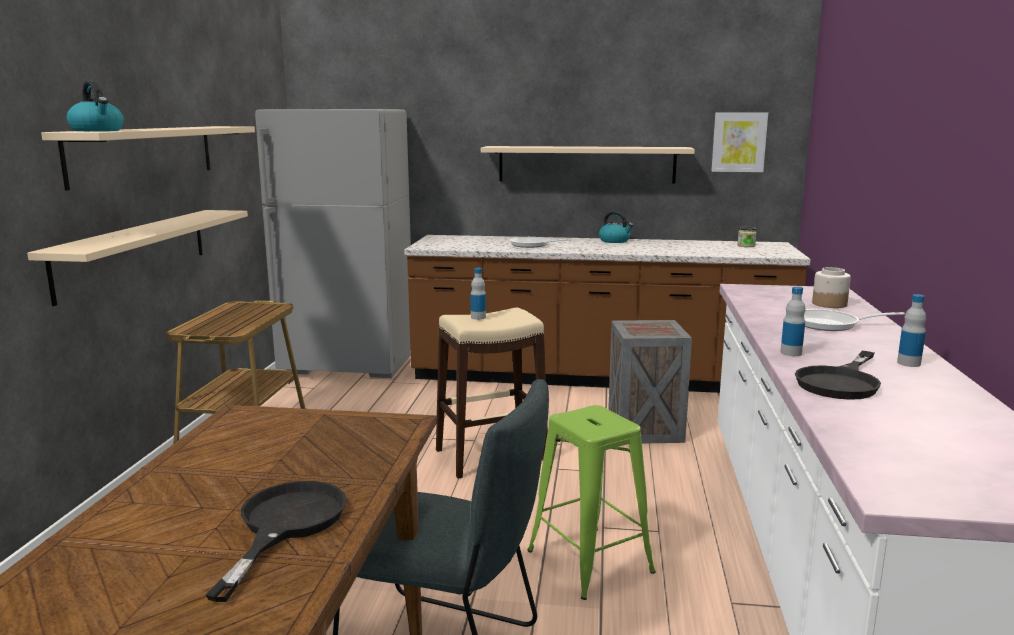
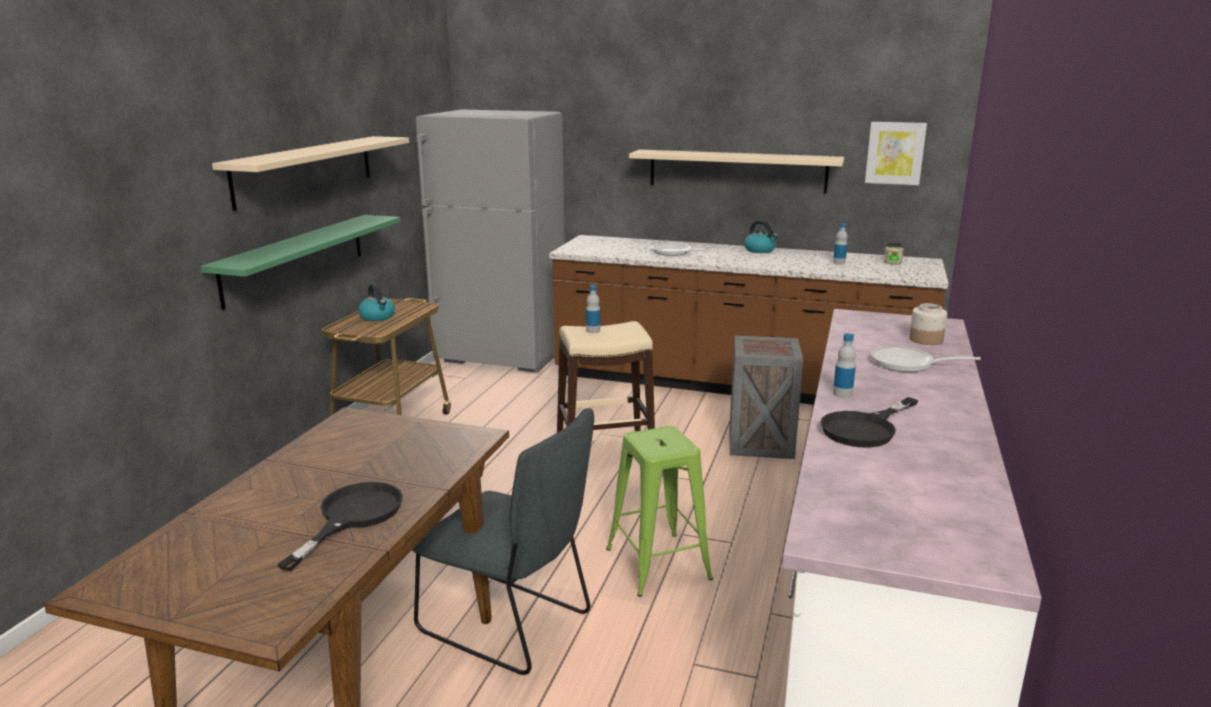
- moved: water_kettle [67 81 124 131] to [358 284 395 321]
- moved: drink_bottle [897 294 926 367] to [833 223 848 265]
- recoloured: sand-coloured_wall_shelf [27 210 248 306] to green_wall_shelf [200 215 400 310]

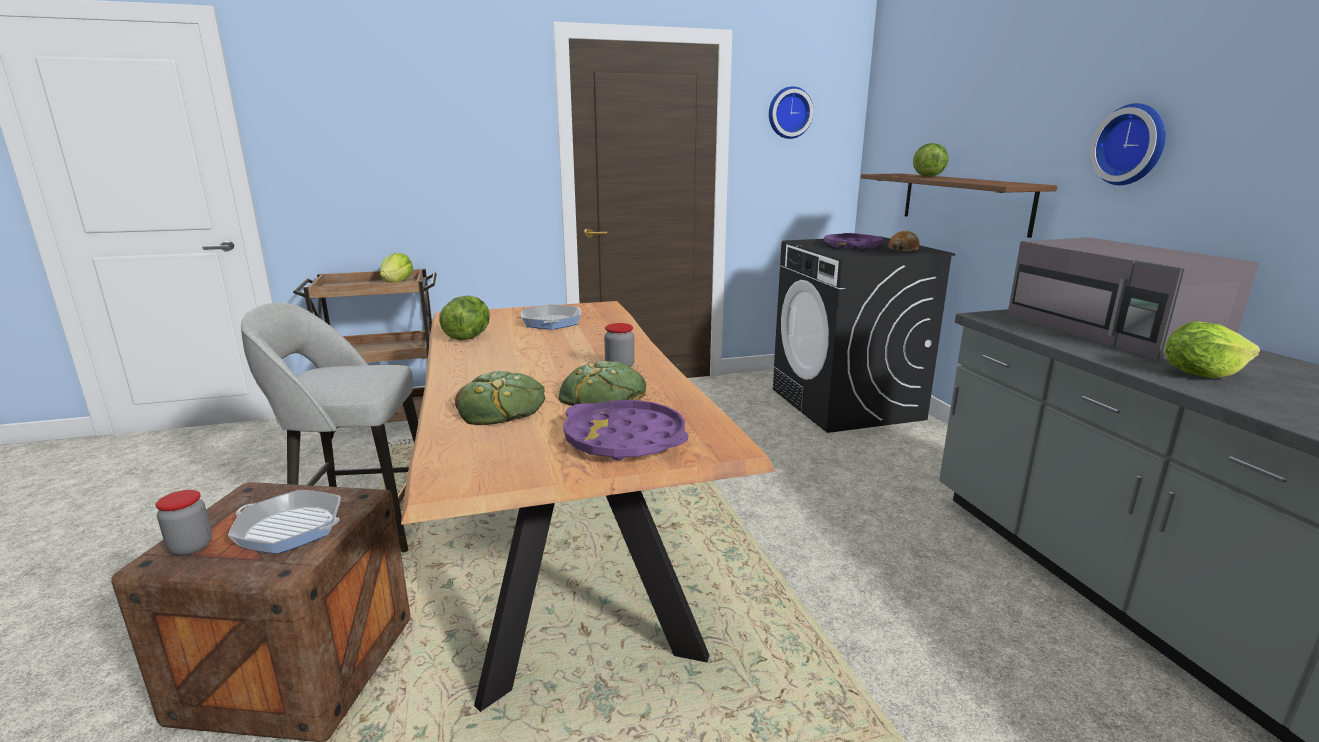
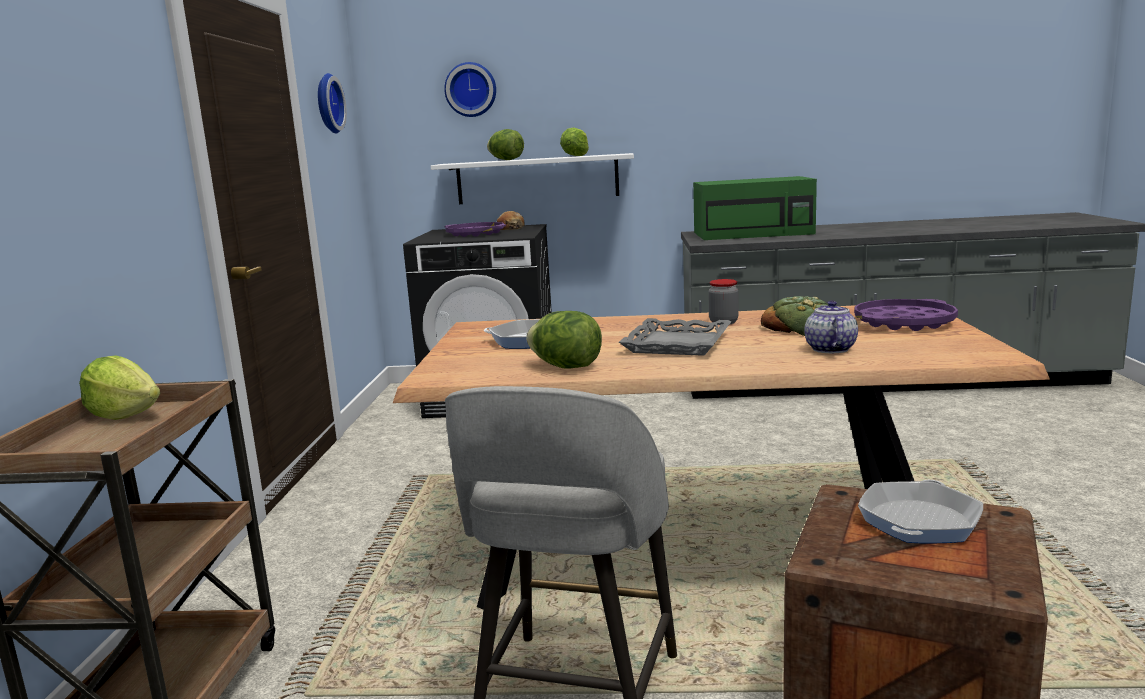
- removed: preserve_jar [155 490 212 556]
- added: grey_carrying_tray [619 318 731 356]
- moved: clock_on_the_wall [1090 103 1166 185] to [444 62 496 117]
- moved: head_of_lettuce [1165 321 1260 379] to [560 127 589 156]
- replaced: baked_bread [455 371 545 425] to pot_for_tea [804 300 858 353]
- recoloured: brownish_wall_shelf [861 173 1057 238] to white_wall_shelf [431 153 634 204]
- recoloured: grey_kitchen_microwave [1007 237 1259 360] to green_kitchen_microwave [693 176 817 240]

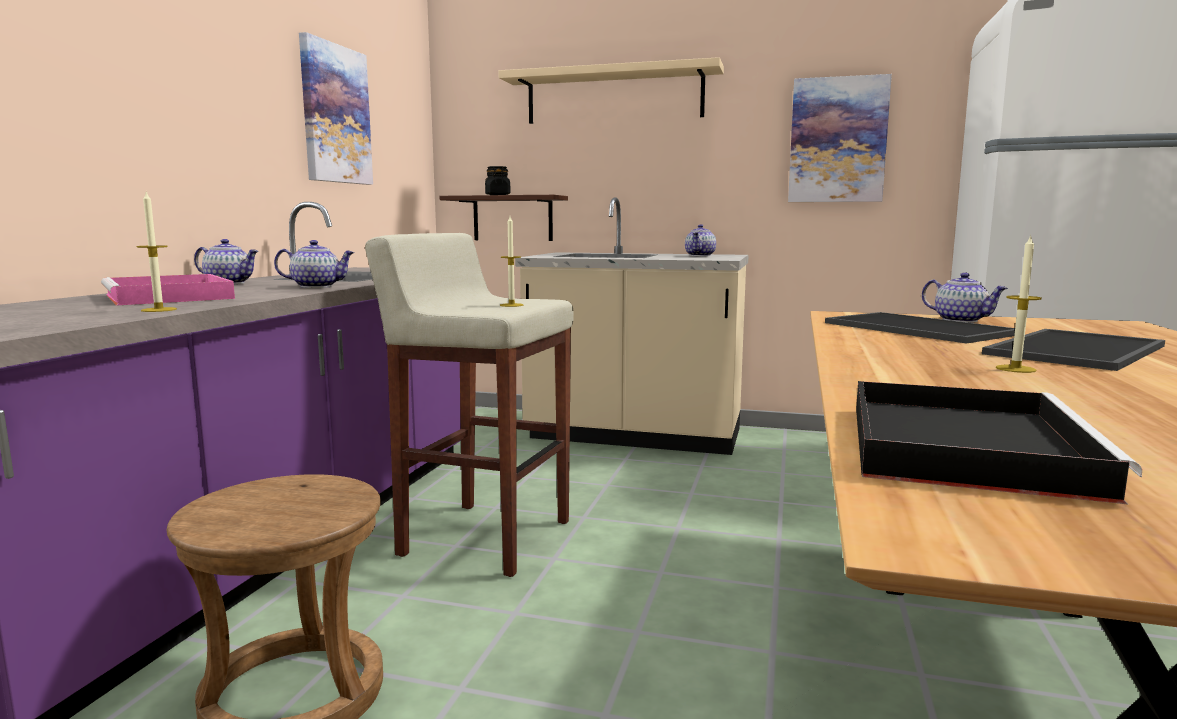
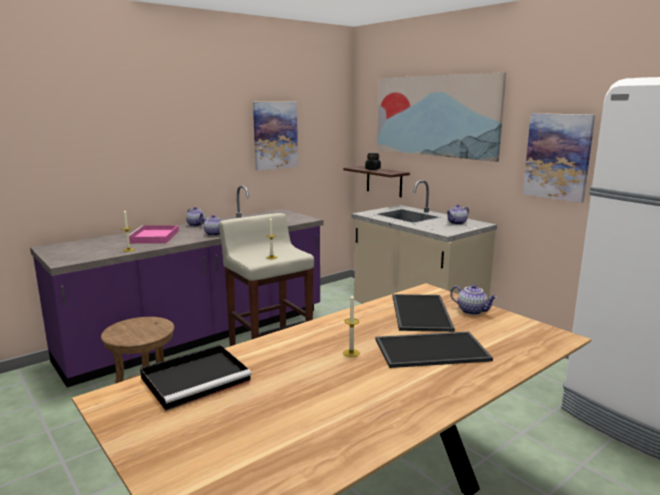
- replaced: sand-coloured_wall_shelf [498 57 724 124] to wall_picture [377 72 506 162]
- turned: pot_for_tea [922 273 1008 323] = [450 284 497 315] 45 degrees counterclockwise

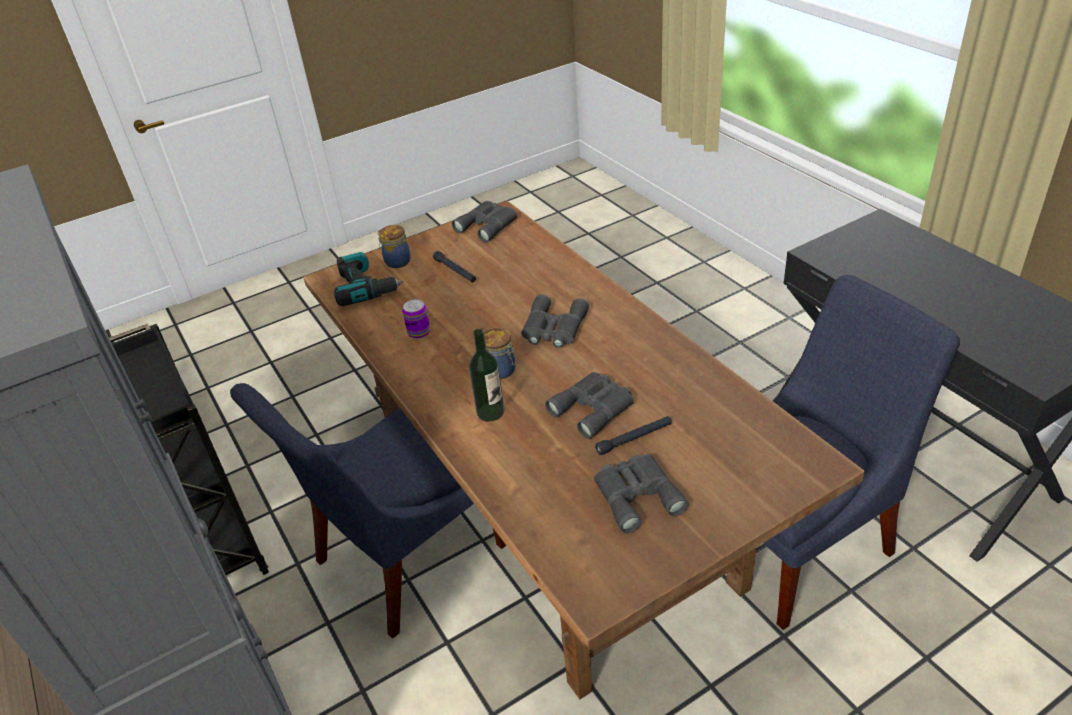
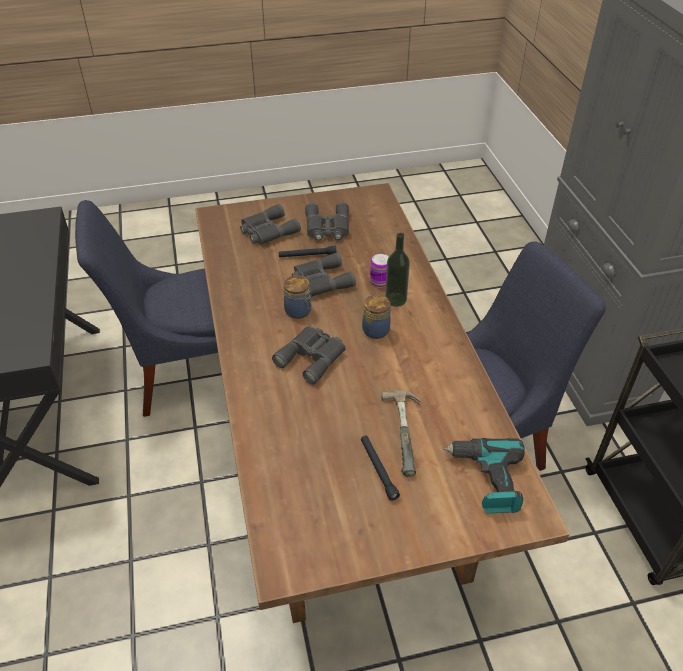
- added: hand_hammer [381 391 420 477]
- moved: preserve_jar [377 225 410 268] to [284 276 312 319]
- moved: sealed_can [402 299 430 339] to [370 254 389 287]
- moved: grey_pair_of_binoculars [452 201 517 243] to [240 204 301 245]

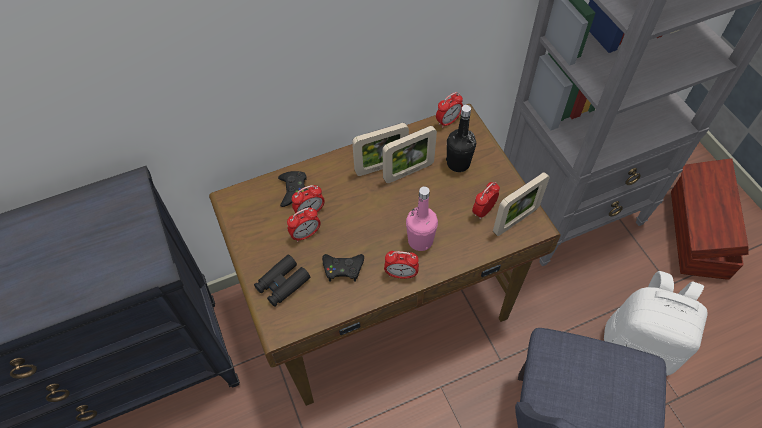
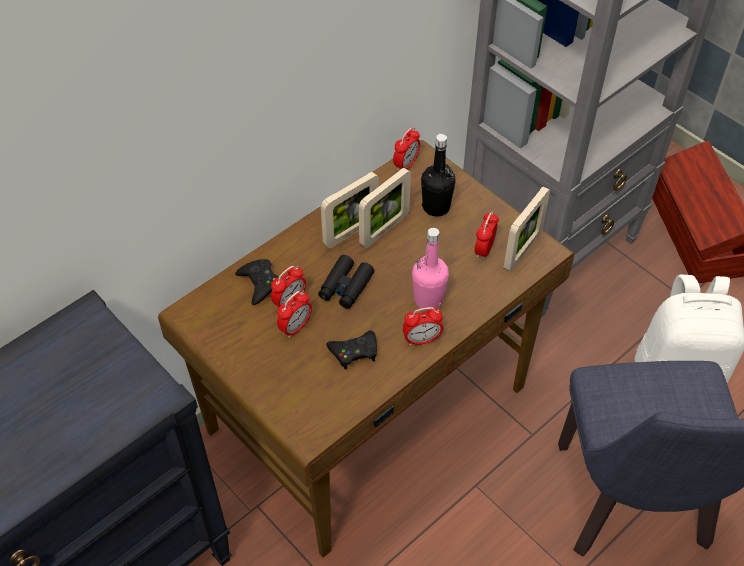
- moved: blackish_pair_of_binoculars [254 255 310 307] to [318 255 374 309]

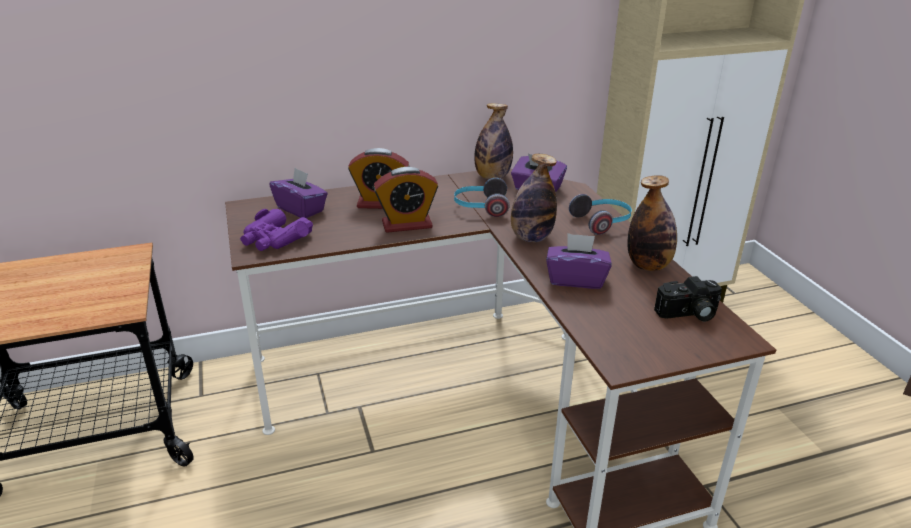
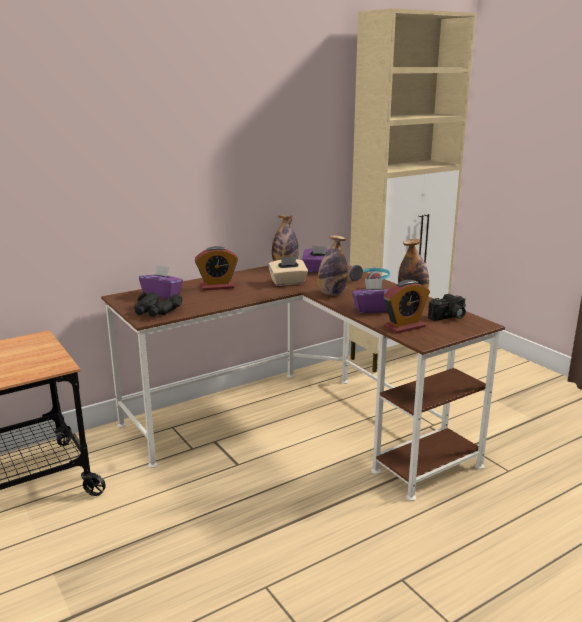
- moved: alarm_clock [373 167 438 233] to [384 280 430 334]
- replaced: pair_of_headphones [454 178 510 217] to sand-coloured_box_of_tissues [268 256 308 286]
- recoloured: purple-coloured_pair_of_binoculars [240 209 313 251] to blackish_pair_of_binoculars [134 292 183 317]

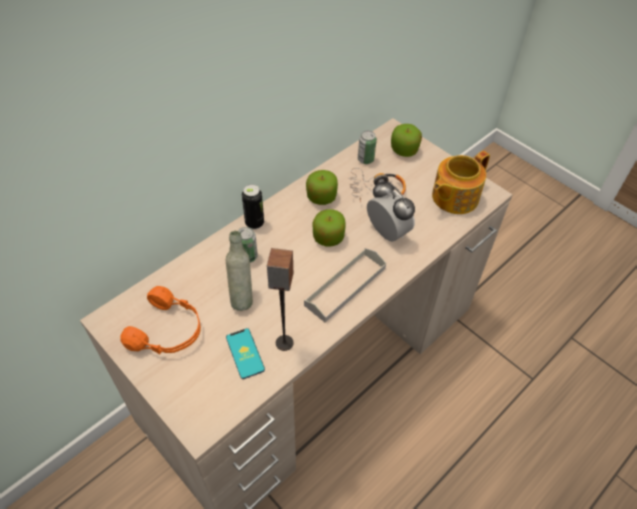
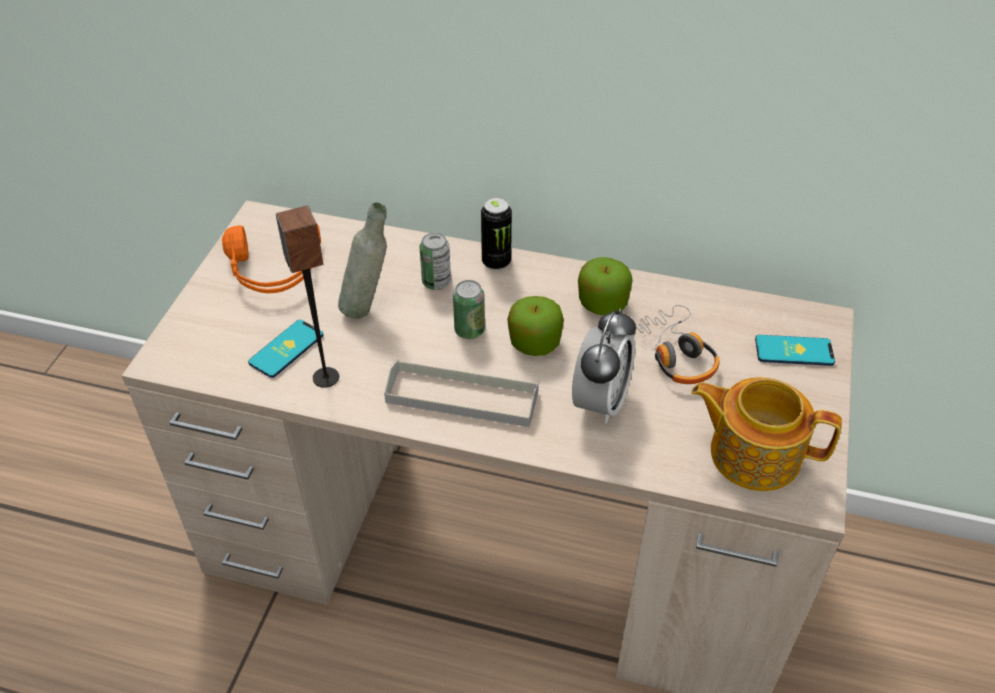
- moved: sealed_can [358 131 377 164] to [453 280 485 339]
- replaced: apple [391 124 422 157] to telephone [755 335 835 366]

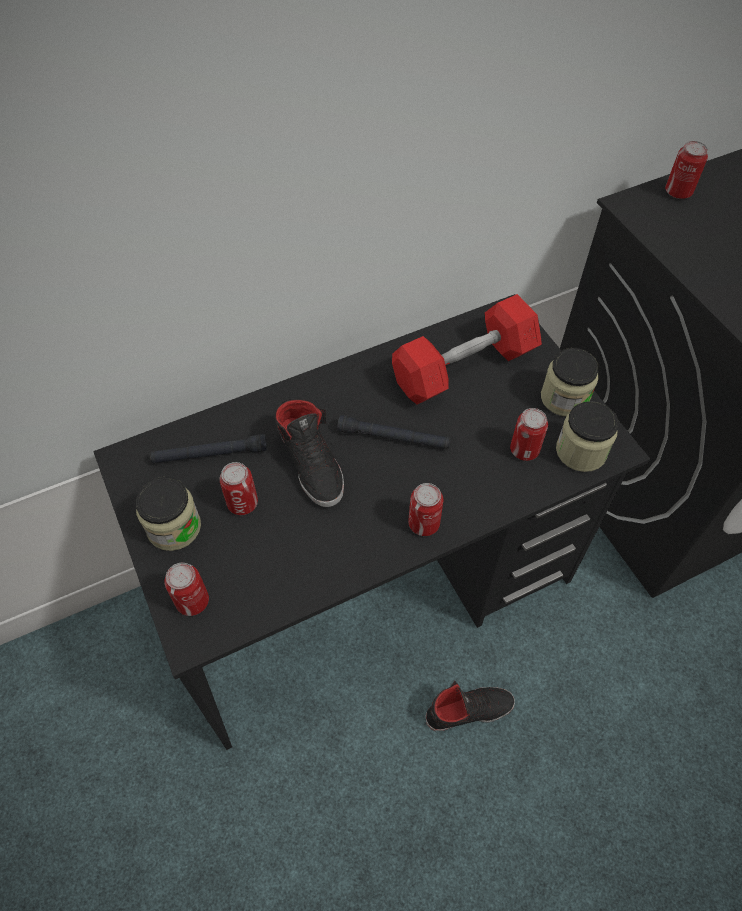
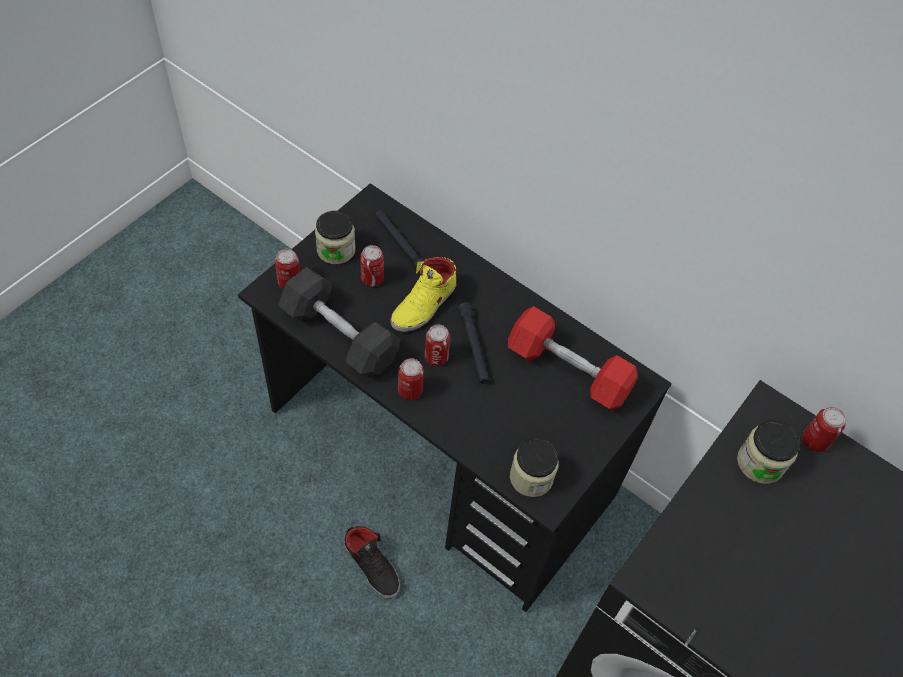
- added: grey_hand_weight [278 267 400 378]
- moved: sealed_can [510 408 548 461] to [425 324 450 366]
- moved: preserve_jar [541 348 599 417] to [737 420 800 484]
- recoloured: blackish_low_shoe [275 399 344 507] to yellow_low_shoe [390 257 457 332]

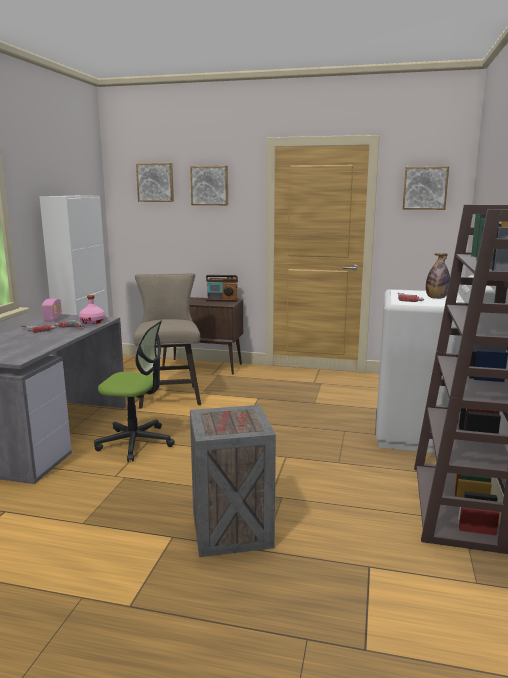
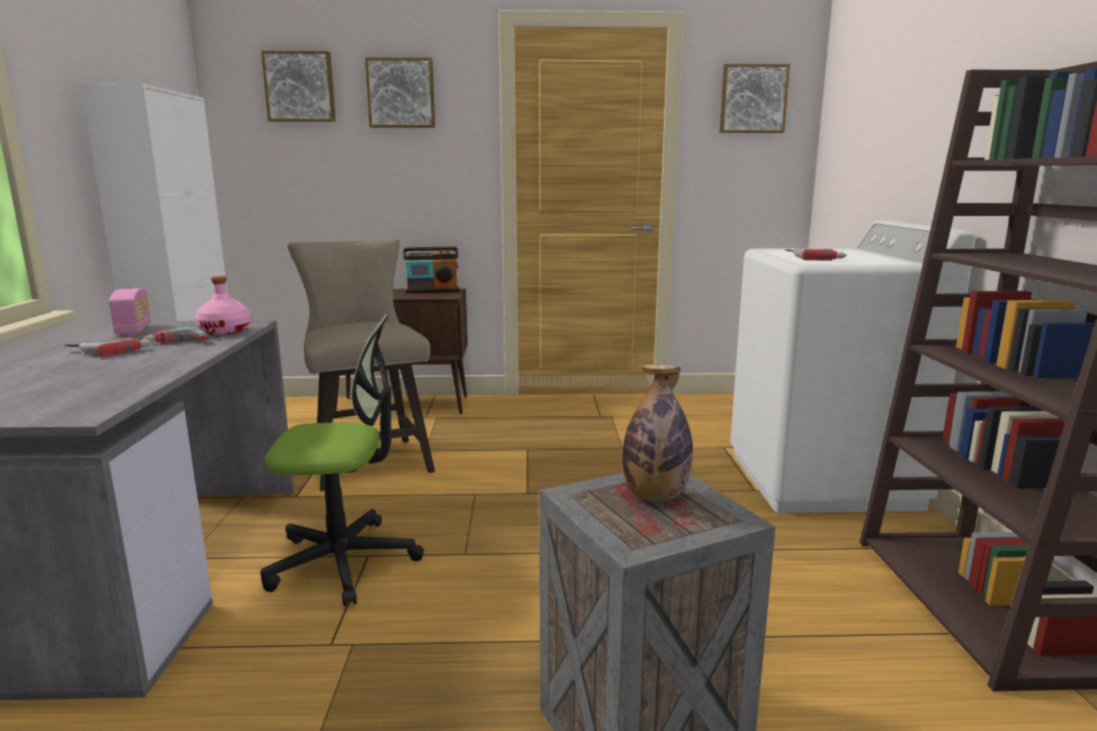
- moved: drink_bottle [426 253 450 299] to [622 365 693 501]

